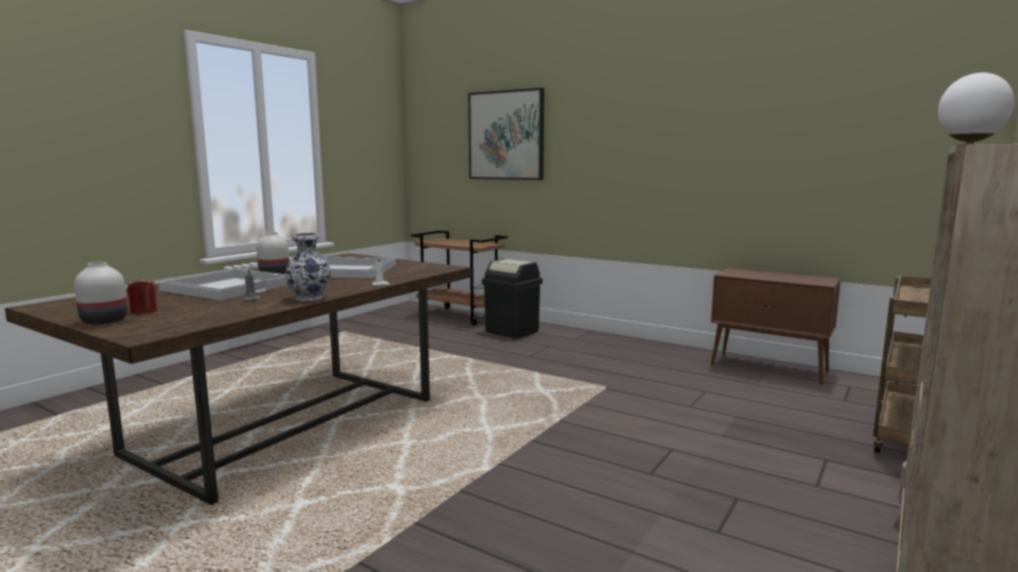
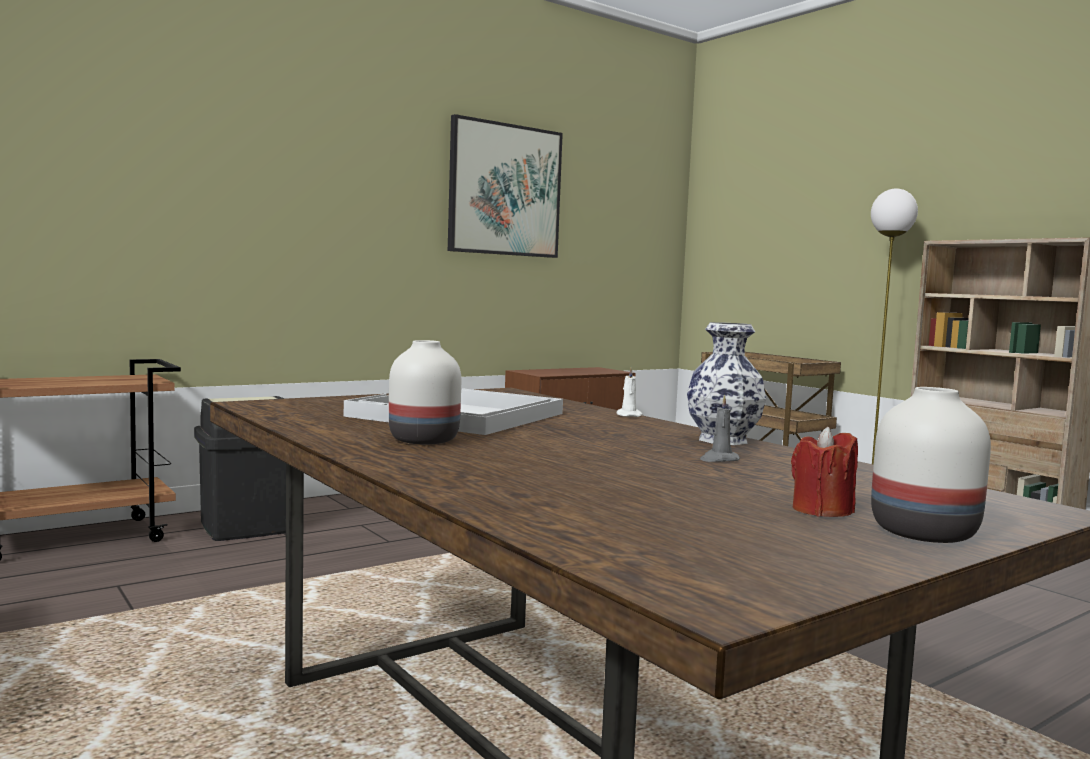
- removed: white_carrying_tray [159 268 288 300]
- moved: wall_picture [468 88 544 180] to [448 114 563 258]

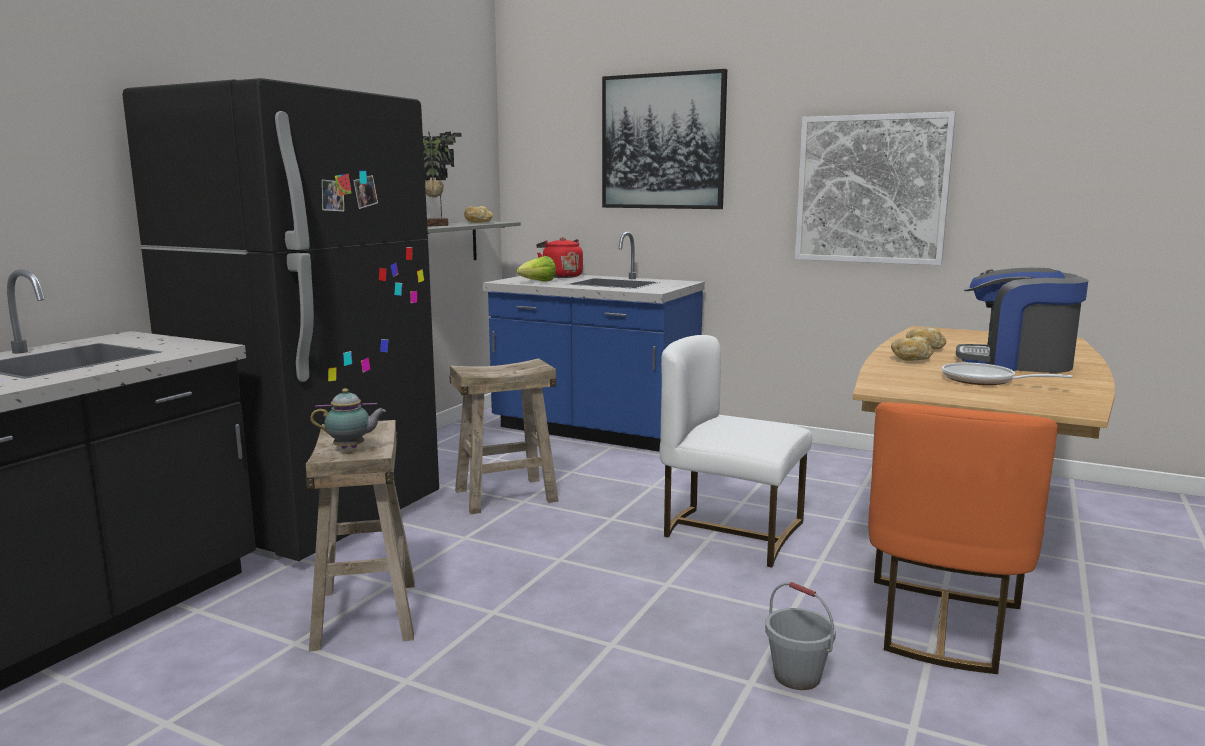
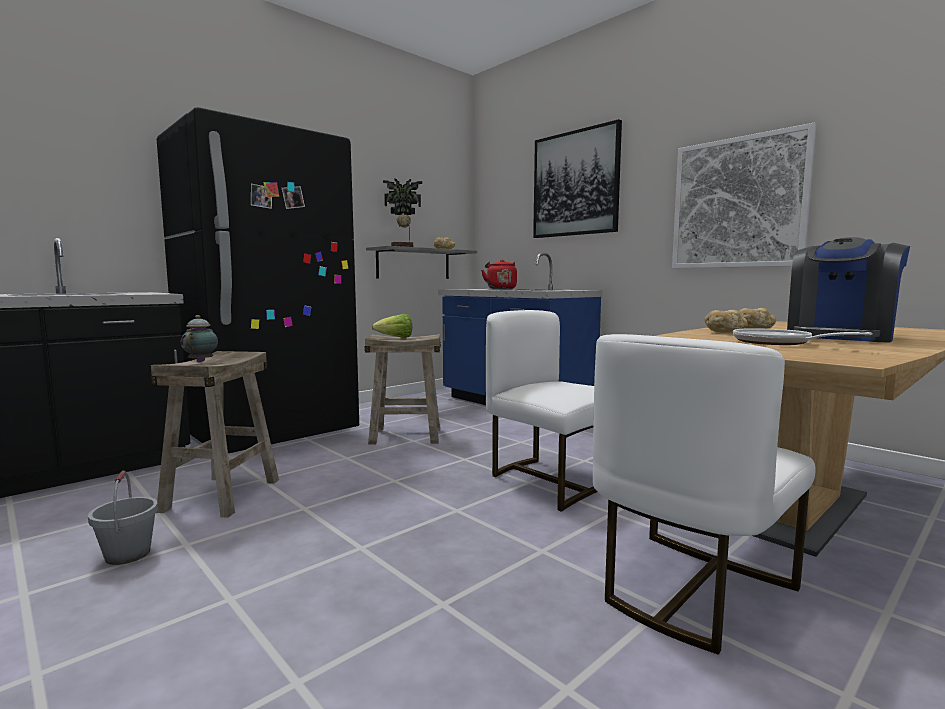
- moved: head_of_lettuce [516 256 556 282] to [372 314 412 338]
- moved: grey_pail [765 582 836 690] to [88 471 158 565]
- recoloured: orange-coloured_upright_chair [868 402 1058 674] to white_upright_chair [593 334 815 655]
- turned: pot_for_tea [310 388 386 449] = [181 315 218 363] 105 degrees counterclockwise
- turned: coffee_maker [956 268 1088 373] = [787 237 910 343] 90 degrees counterclockwise

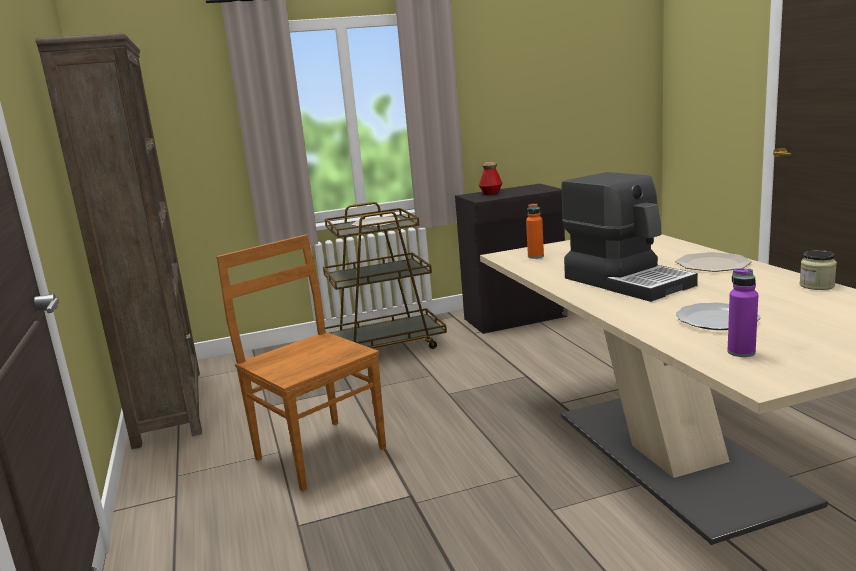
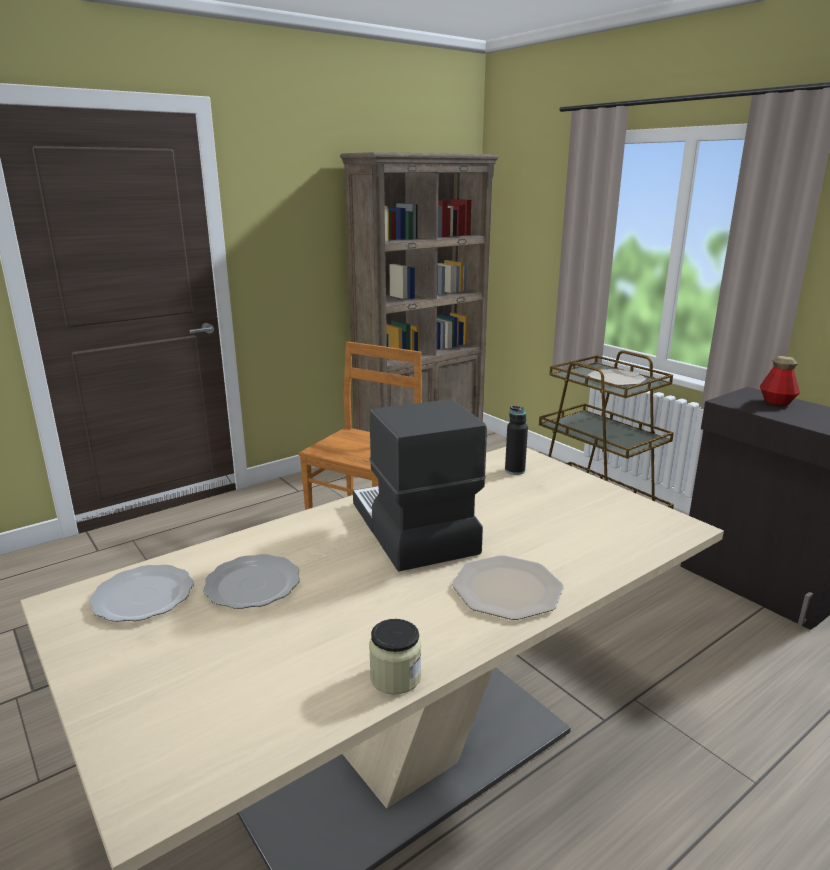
- replaced: purple-coloured_drink_bottle [727 268 758 357] to flat_dish [89 565 194 622]
- recoloured: orange-coloured_drink_bottle [526 203 544 259] to blackish_drink_bottle [505 406 528 475]
- turned: coffee_maker [561 172 698 302] = [353 399 487 571] 120 degrees clockwise

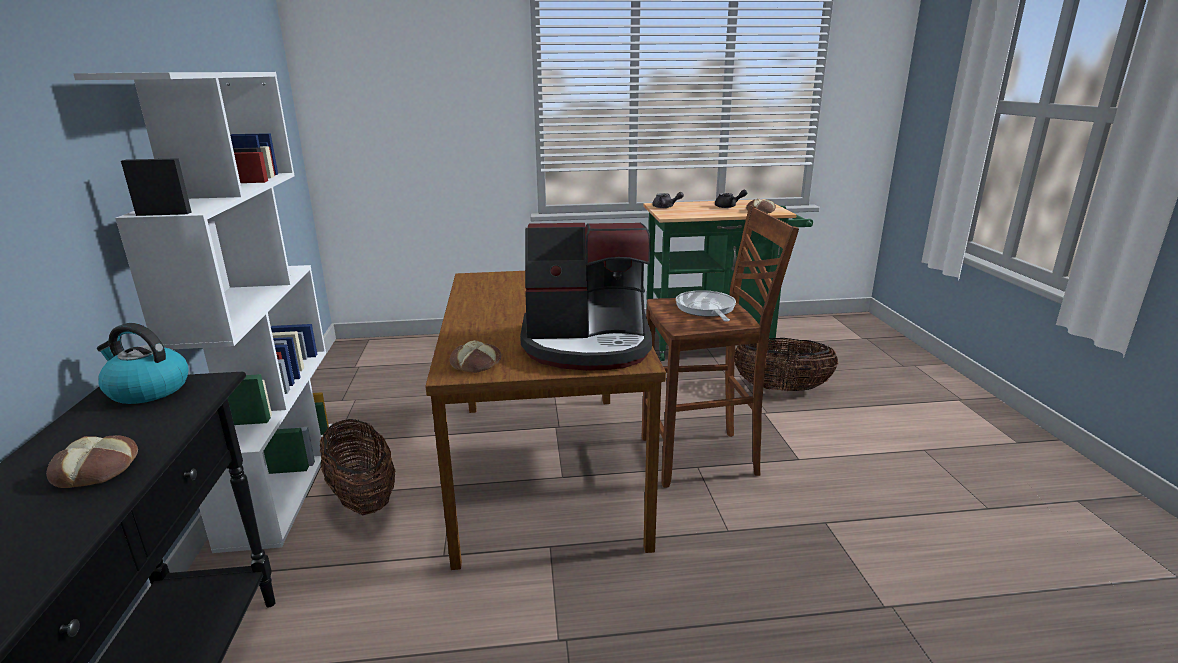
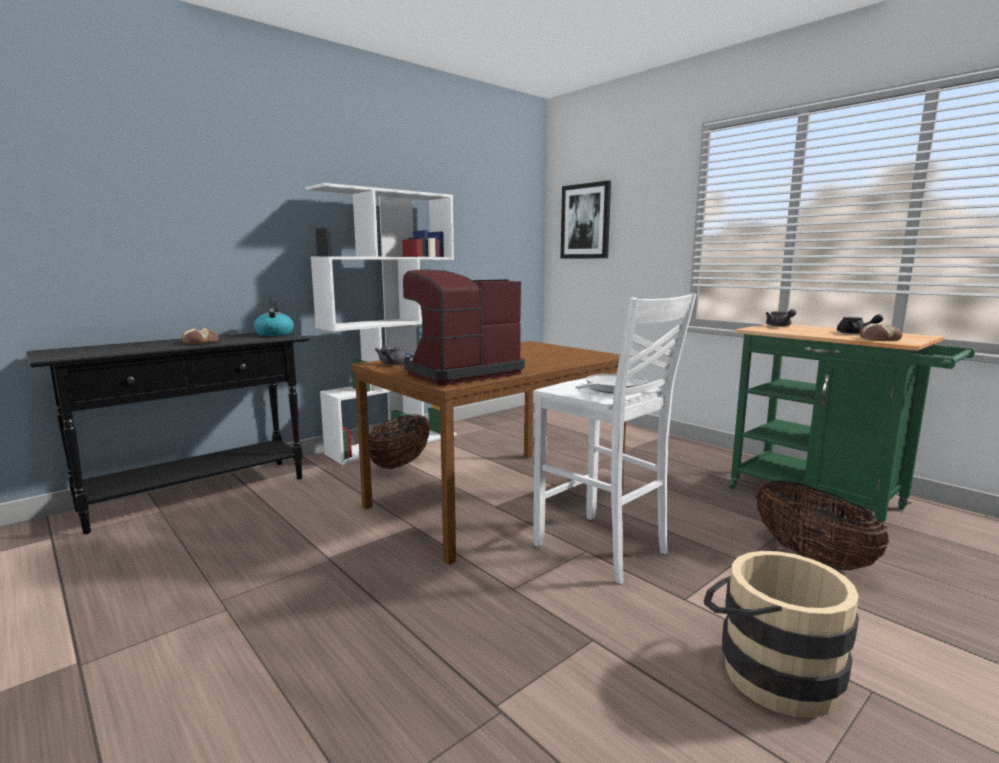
- added: wall_picture [561 180 611 258]
- added: sand-coloured_pail [704 551 859 718]
- replaced: baked_bread [450 340 501 373] to grey_pot_for_tea [375 347 407 365]
- recoloured: brownish_sitting_stool [642 206 799 488] to white_sitting_stool [533 293 696 584]
- turned: coffee_maker [520 223 652 371] = [403 270 525 385] 90 degrees clockwise

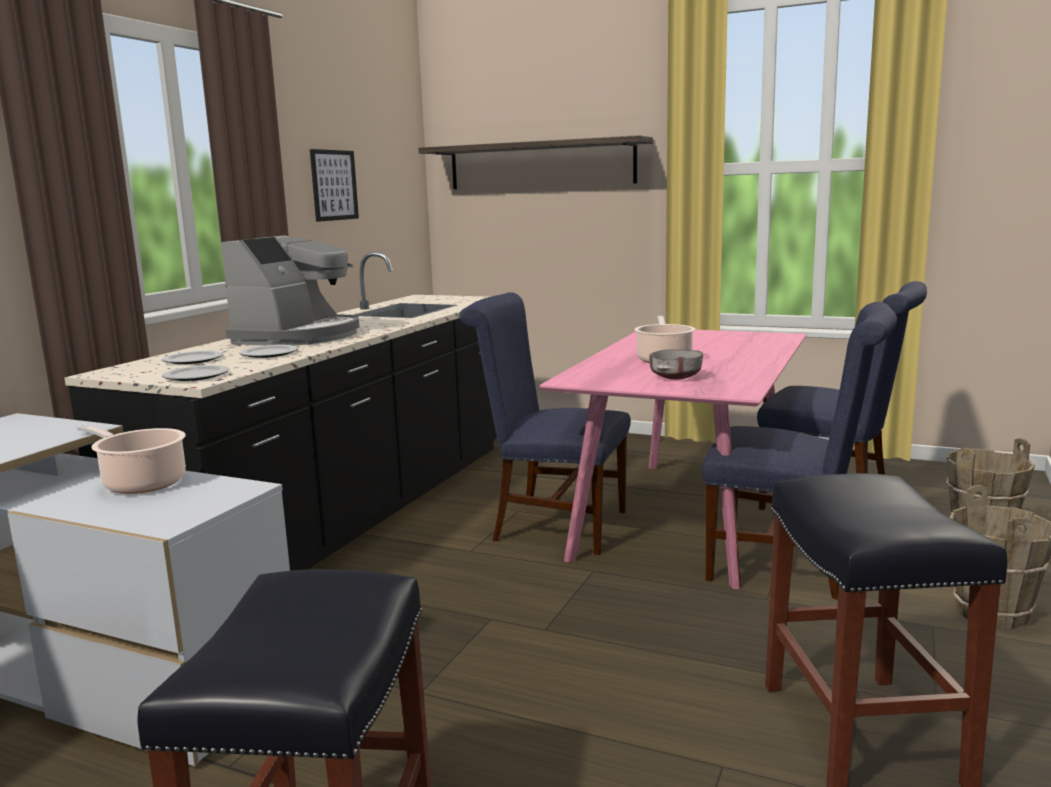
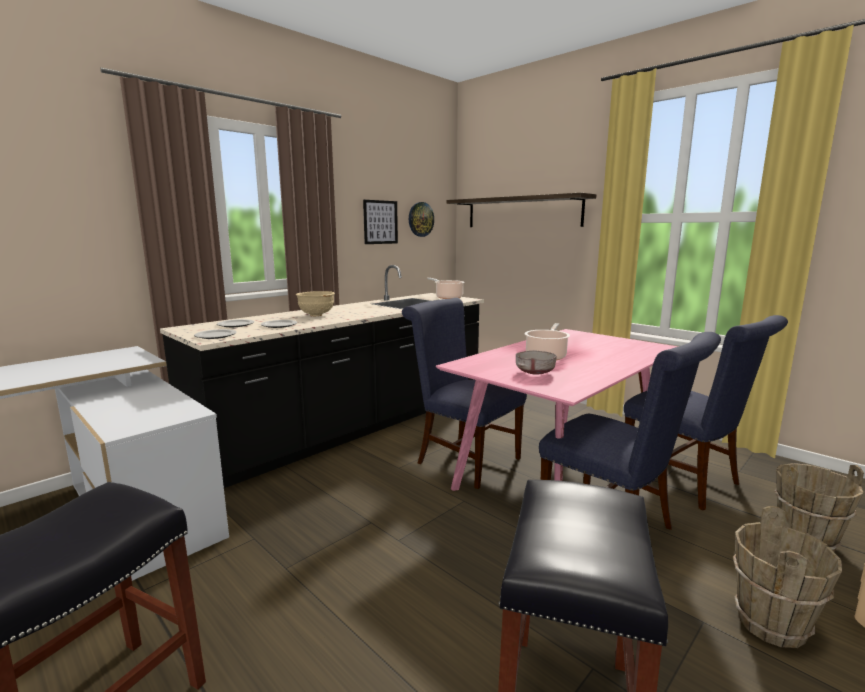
- added: clock_on_the_wall [409 202 434 237]
- moved: saucepot [76 424 186 494] to [427 278 464 299]
- replaced: coffee_maker [221 235 359 346] to sand-coloured_bowl [296 291 335 316]

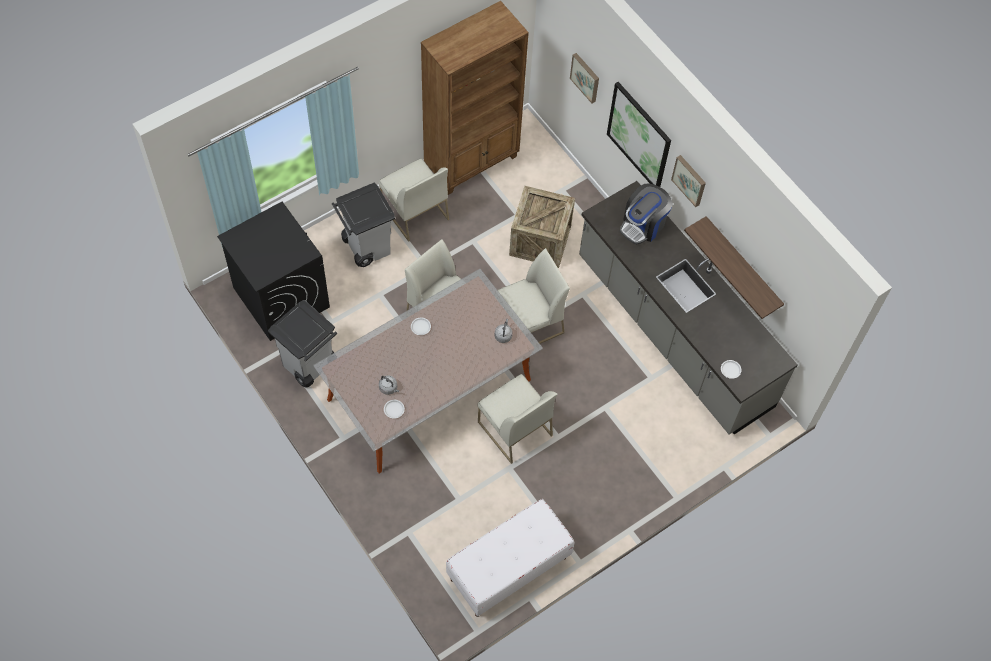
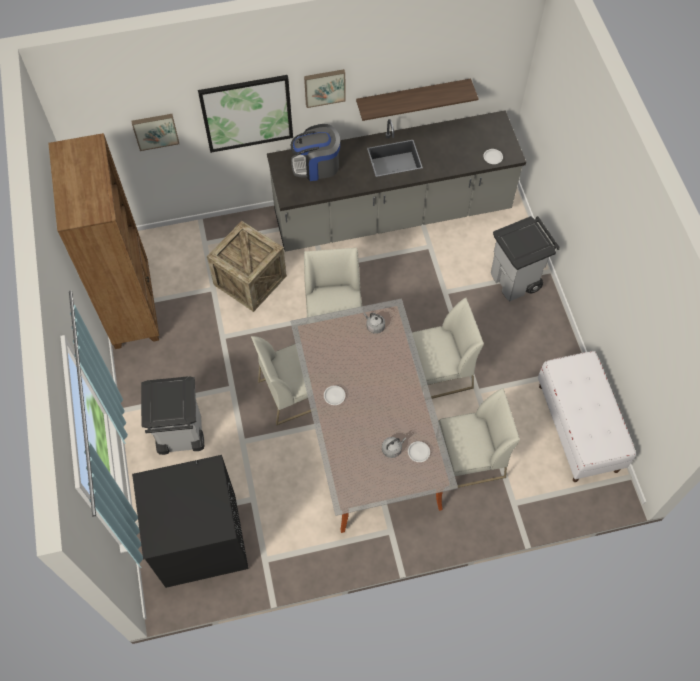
- moved: grey_waste_bin [268 300 337 387] to [491 216 560 302]
- moved: white_upright_chair [378 158 449 242] to [438 388 520 488]
- turned: coffee_maker [620 183 673 245] = [291 124 340 181] 105 degrees clockwise

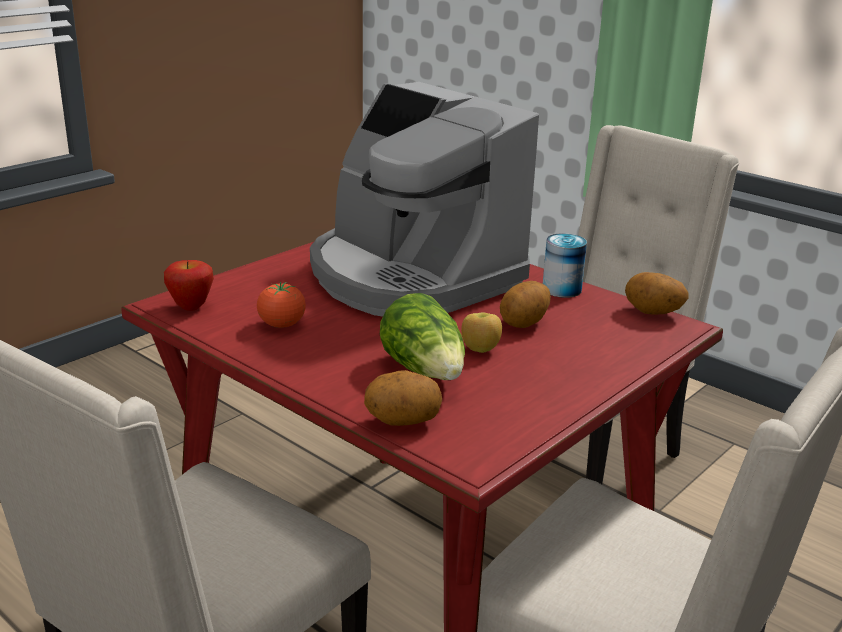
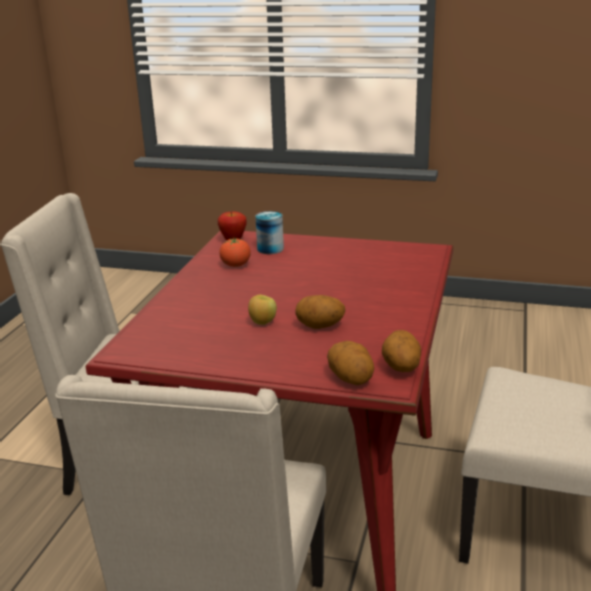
- removed: coffee_maker [310 82 539 316]
- removed: head_of_lettuce [380 293 465 380]
- moved: spud [364 370 442 426] to [327 341 374 385]
- moved: sealed_can [543 233 587 298] to [255 211 284 254]

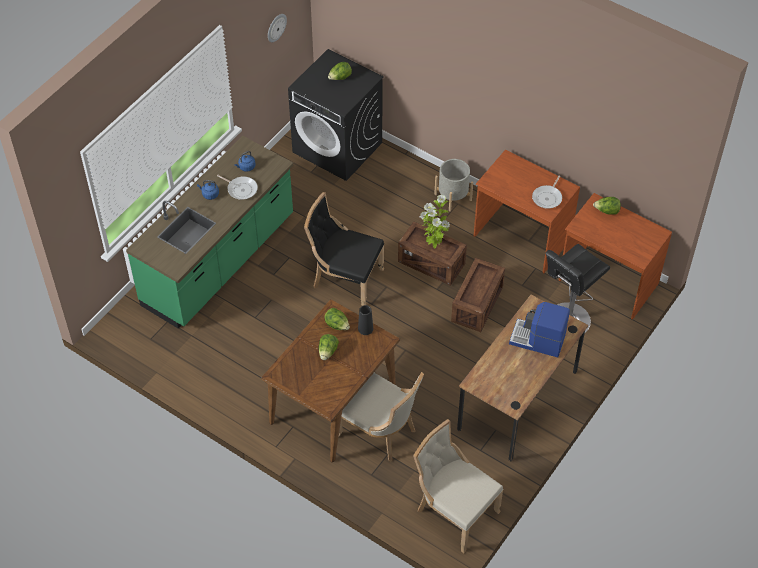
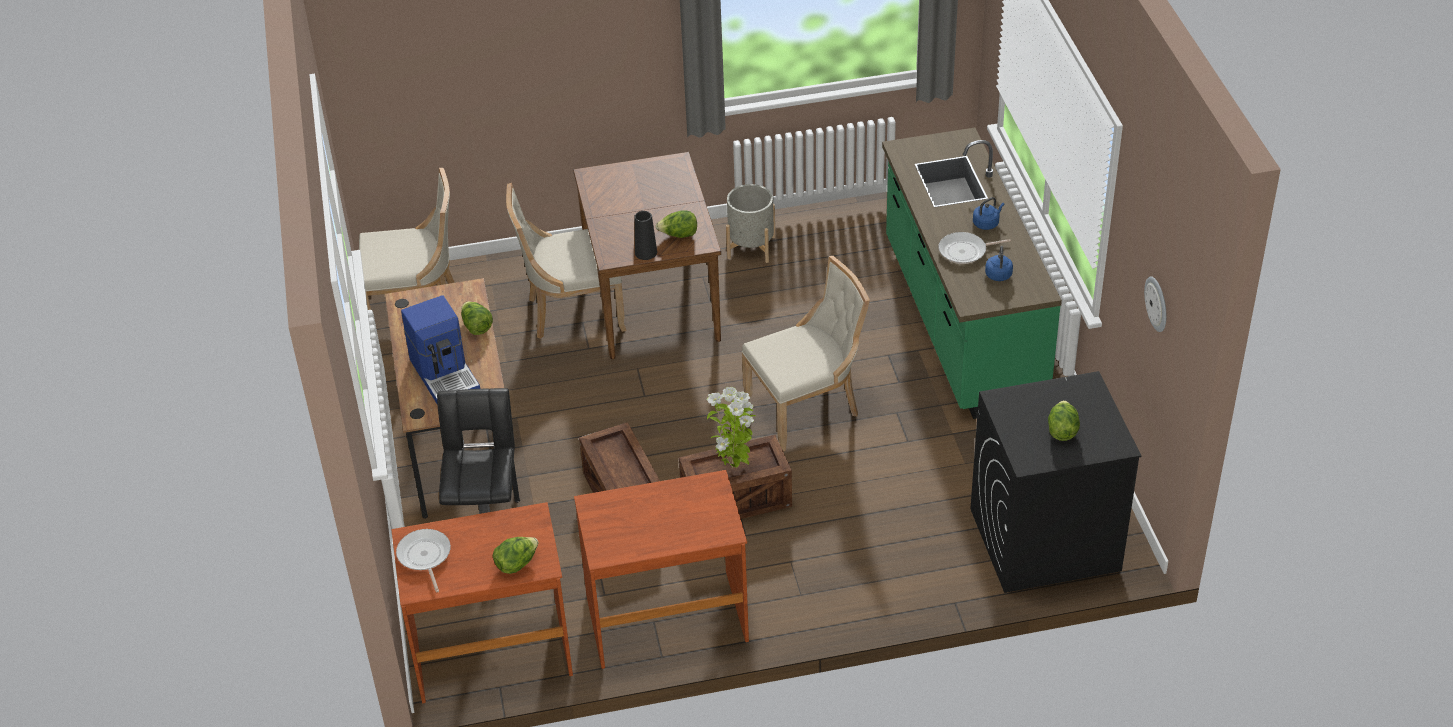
- moved: head_of_lettuce [319 334 339 360] to [461 301 493 335]
- moved: grey_flower_pot [434 159 473 212] to [726 184 775 263]
- moved: pan [532 176 562 209] to [396 529 451 593]
- recoloured: blackish_upright_chair [304 192 384 306] to sand-coloured_upright_chair [742 256 870 452]
- turned: coffee_maker [509 302 570 358] = [401 295 480 403] 90 degrees clockwise

